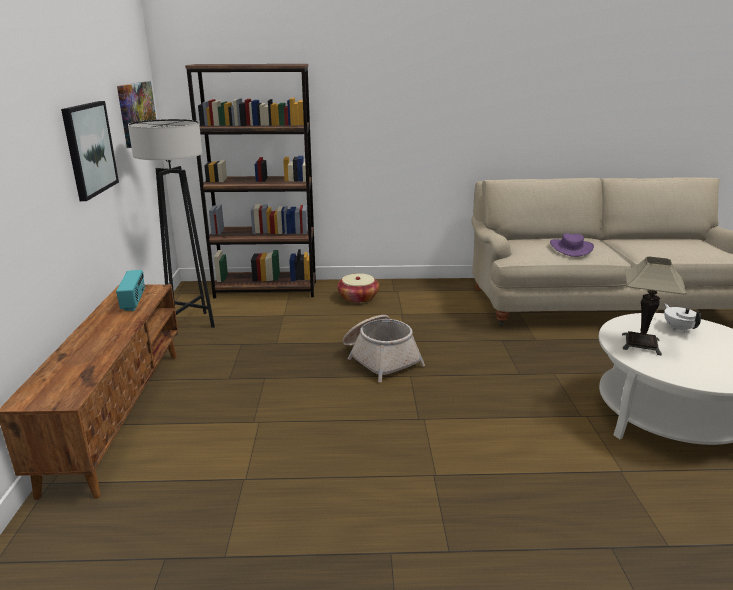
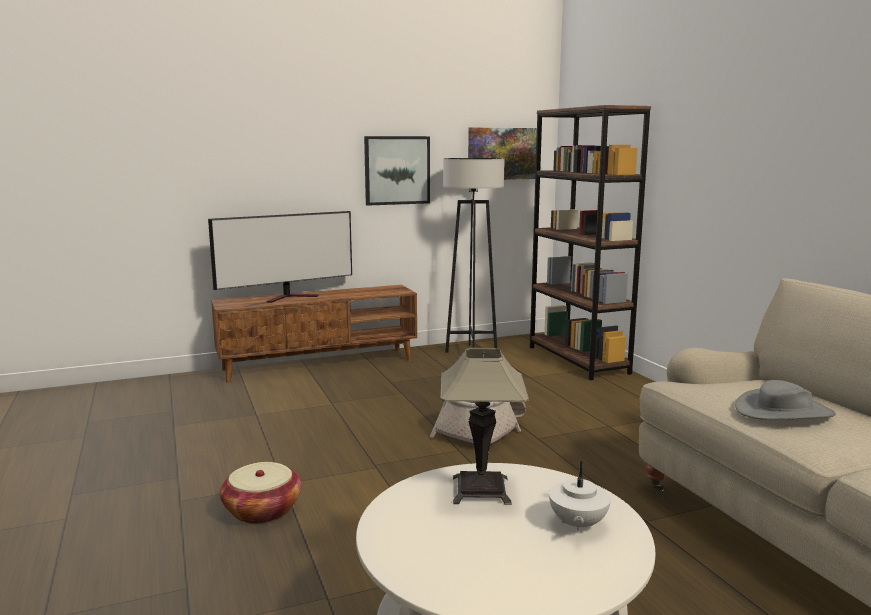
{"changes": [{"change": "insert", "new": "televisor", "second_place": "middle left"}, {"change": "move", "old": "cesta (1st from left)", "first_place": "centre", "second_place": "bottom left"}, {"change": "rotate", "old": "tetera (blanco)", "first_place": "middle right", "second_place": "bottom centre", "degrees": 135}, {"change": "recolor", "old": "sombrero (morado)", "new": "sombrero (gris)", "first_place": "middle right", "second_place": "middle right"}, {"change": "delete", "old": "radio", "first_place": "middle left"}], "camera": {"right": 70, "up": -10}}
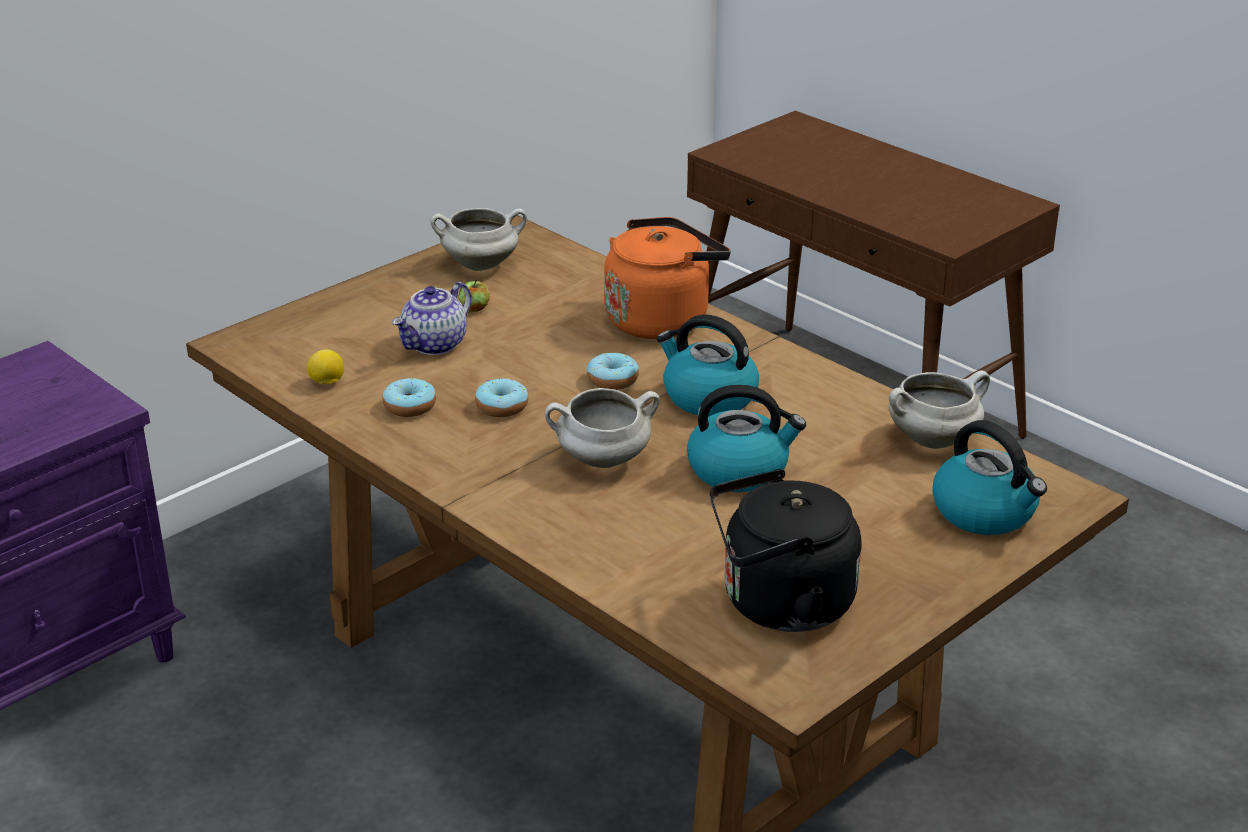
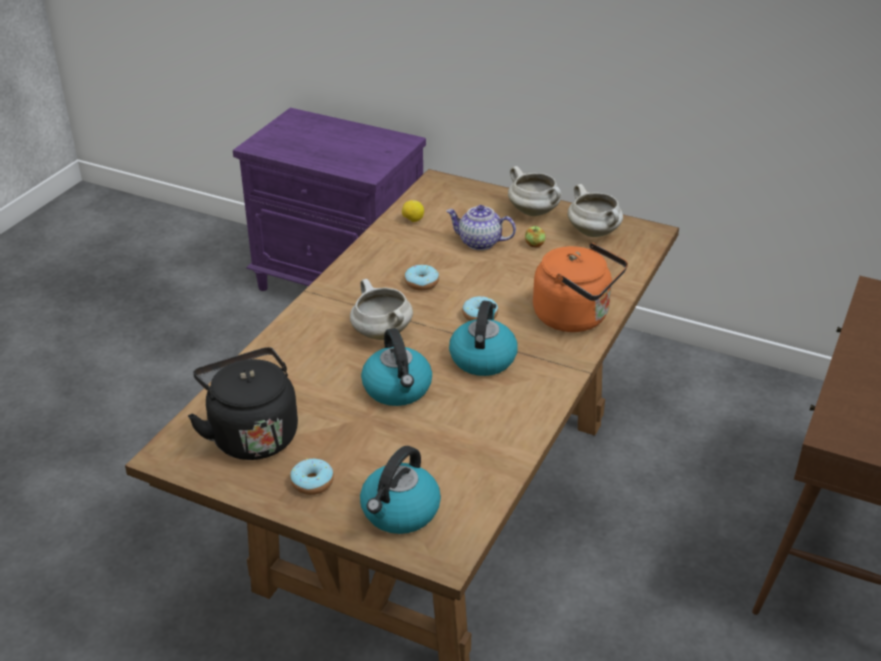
{"changes": [{"change": "move", "old": "rosquilla (1st from left)", "first_place": "middle left", "second_place": "bottom centre"}, {"change": "move", "old": "olla (blanco) (3rd from left in the first image)", "new": "olla (blanco) (2nd from left)", "first_place": "middle right", "second_place": "top centre"}], "camera": {"right": 70, "up": 5}}
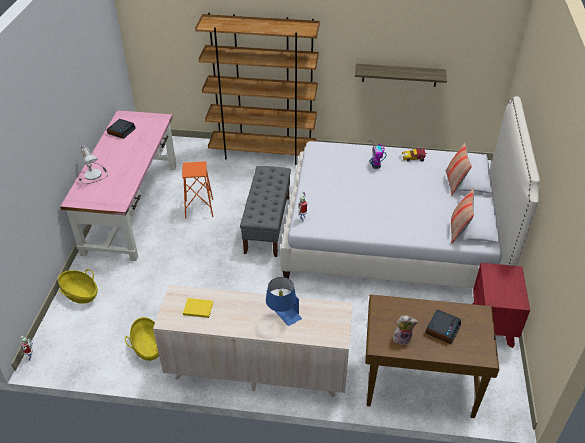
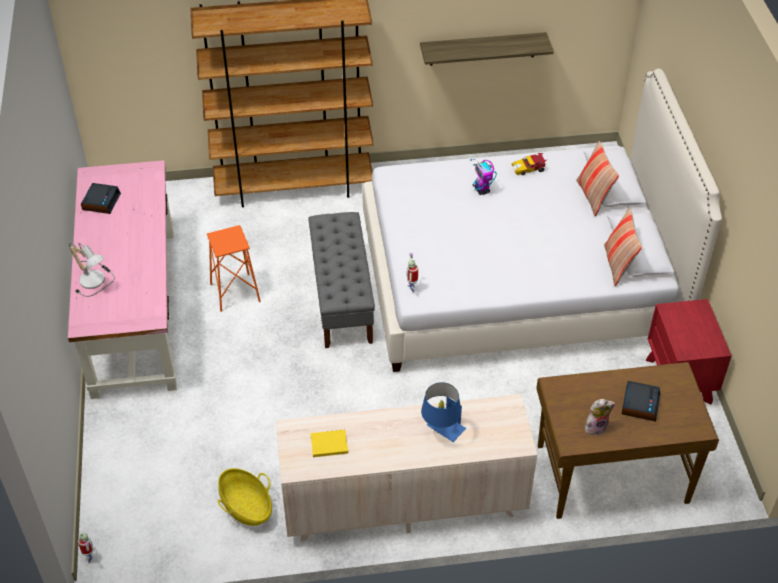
{"changes": [{"change": "delete", "old": "cesta (1st from left)", "first_place": "middle left"}], "camera": {"right": -15, "up": 5}}
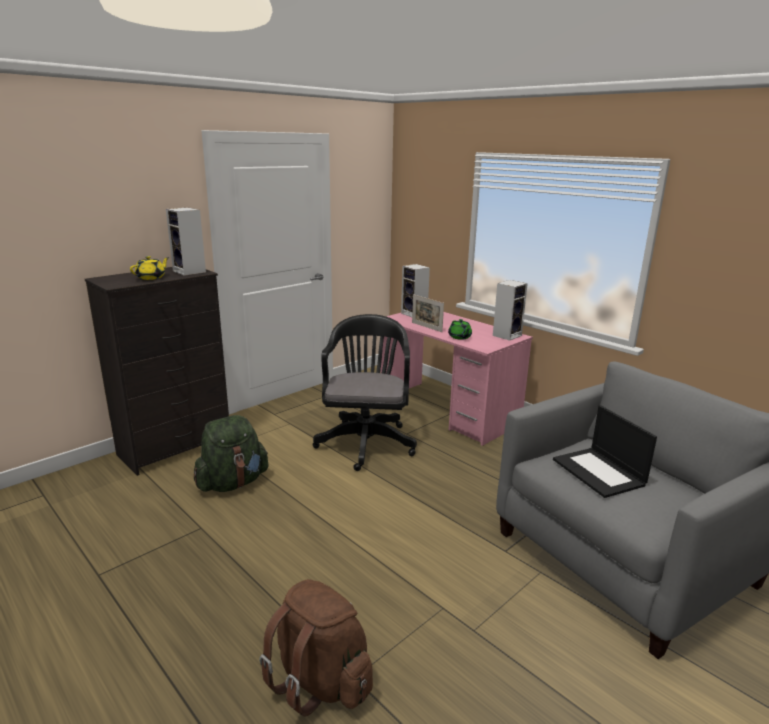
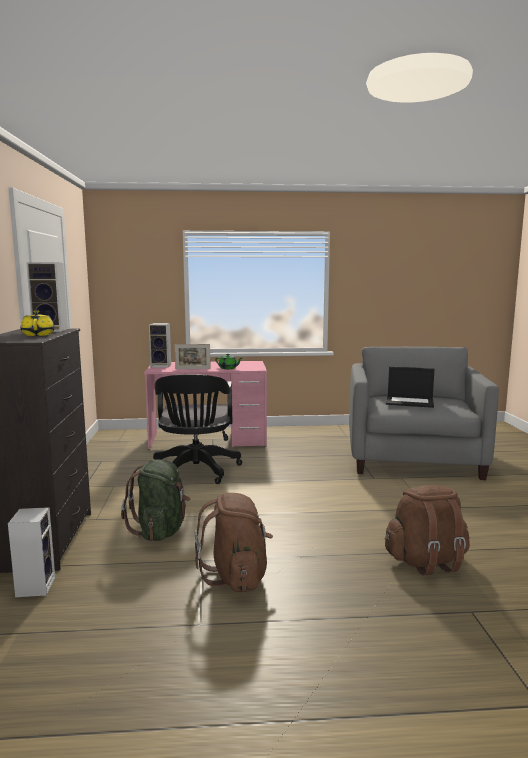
{"changes": [{"change": "move", "old": "altavoz (3rd from left in the first image)", "new": "altavoz (1st from left)", "first_place": "centre", "second_place": "bottom left"}, {"change": "rotate", "old": "silla de oficina (negro)", "first_place": "centre", "second_place": "centre", "degrees": -135}, {"change": "insert", "new": "mochila (marrón) (1st from left)", "second_place": "bottom centre"}], "camera": {"right": -50, "up": -10}}
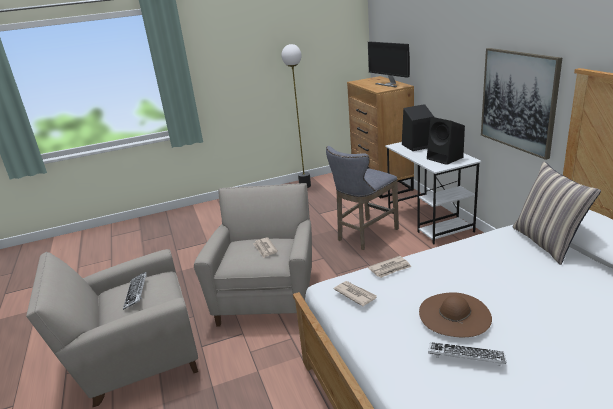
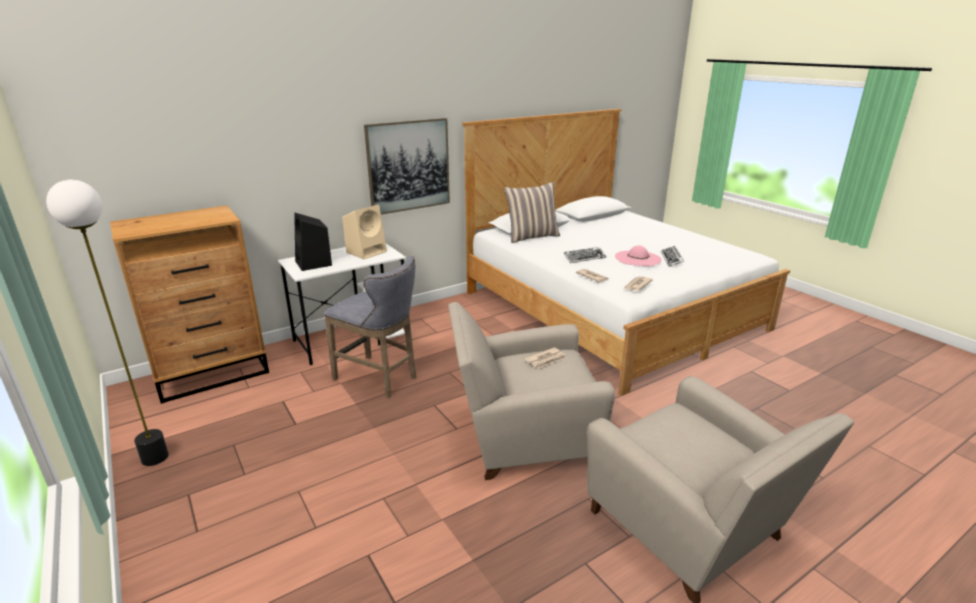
{"changes": [{"change": "recolor", "old": "altavoz (negro) (2nd from left)", "new": "altavoz (beis)", "first_place": "middle right", "second_place": "centre"}, {"change": "move", "old": "teclado (1st from left)", "first_place": "bottom left", "second_place": "centre"}, {"change": "recolor", "old": "sombrero (marrón)", "new": "sombrero (rosa)", "first_place": "bottom right", "second_place": "centre"}, {"change": "delete", "old": "monitor", "first_place": "top centre"}], "camera": {"right": -105, "up": 0}}
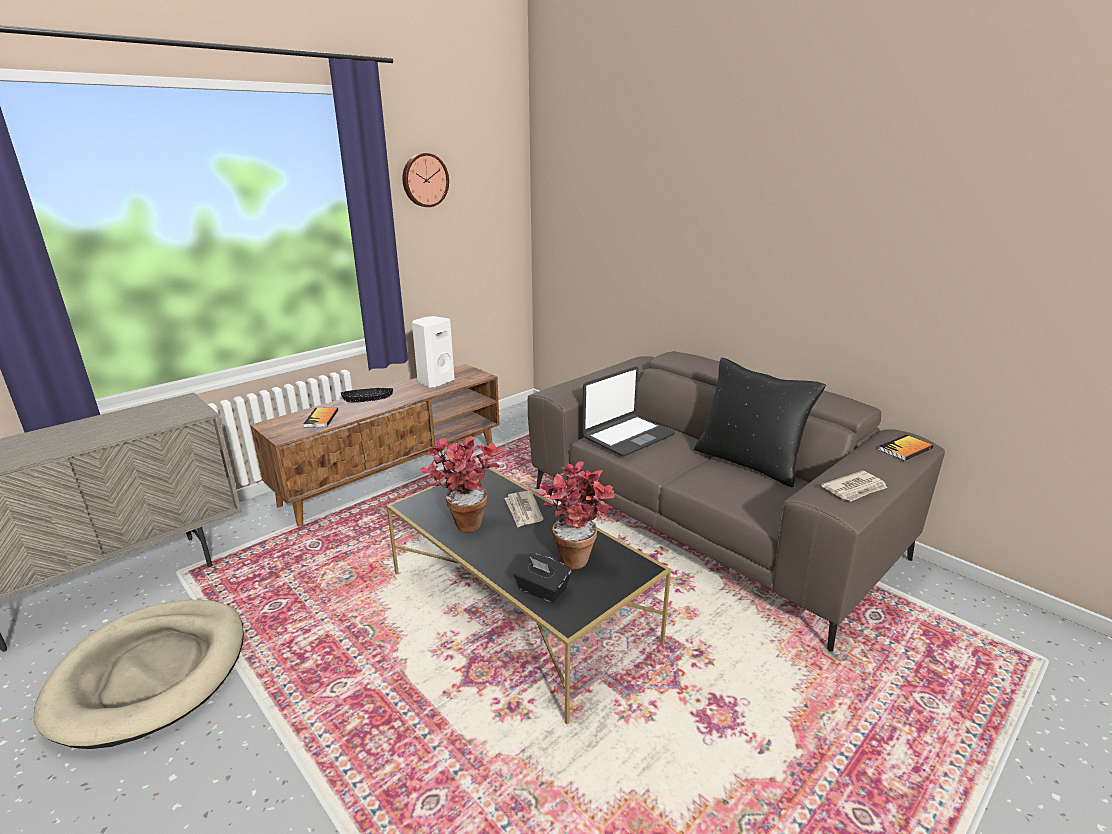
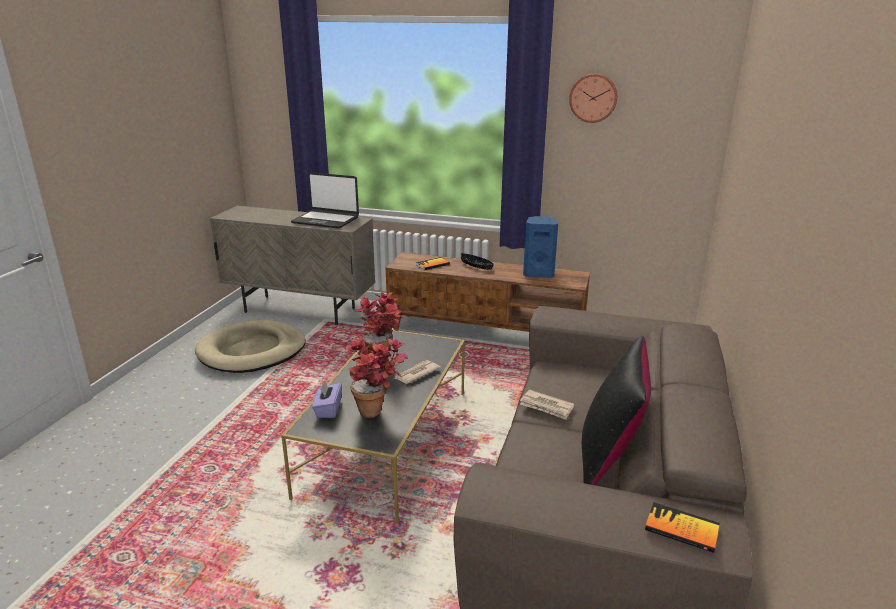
{"changes": [{"change": "move", "old": "portátil", "first_place": "centre", "second_place": "top centre"}, {"change": "recolor", "old": "caja de pañuelos (negro)", "new": "caja de pañuelos (morado)", "first_place": "bottom centre", "second_place": "centre"}, {"change": "move", "old": "periódico (2nd from left)", "first_place": "middle right", "second_place": "centre"}, {"change": "recolor", "old": "altavoz (blanco)", "new": "altavoz (azul)", "first_place": "centre", "second_place": "centre"}], "camera": {"right": 60, "up": 0}}
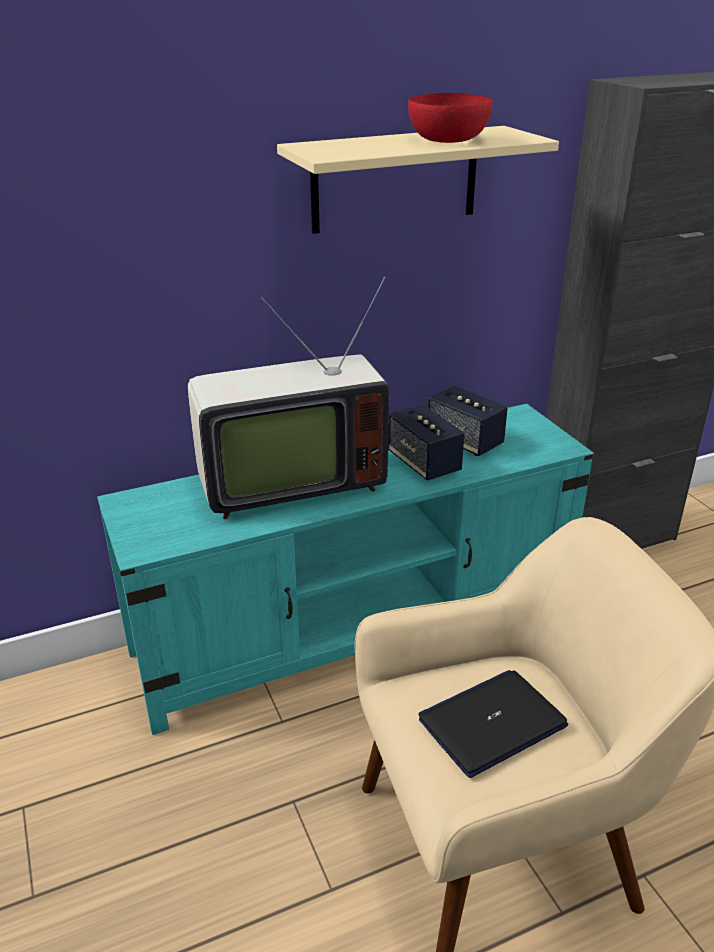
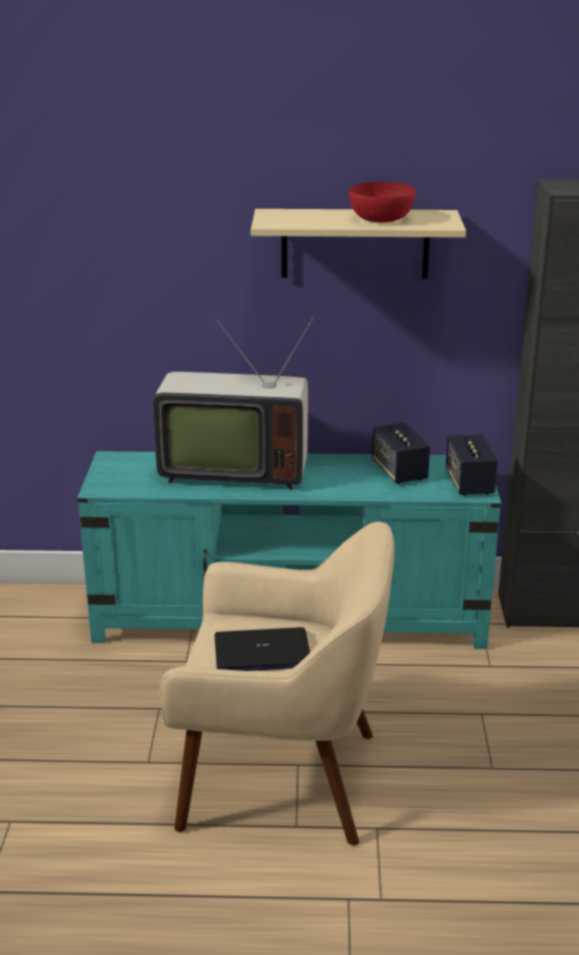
{"changes": [{"change": "move", "old": "altavoz (1st from left in the first image)", "new": "altavoz (2nd from left)", "first_place": "centre", "second_place": "middle right"}], "camera": {"right": 25, "up": -5}}
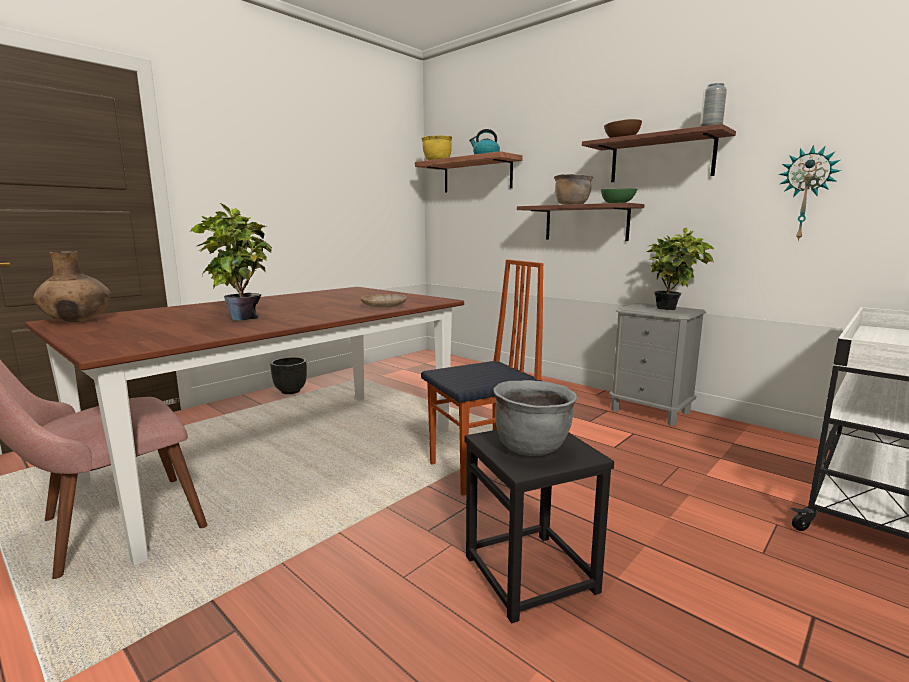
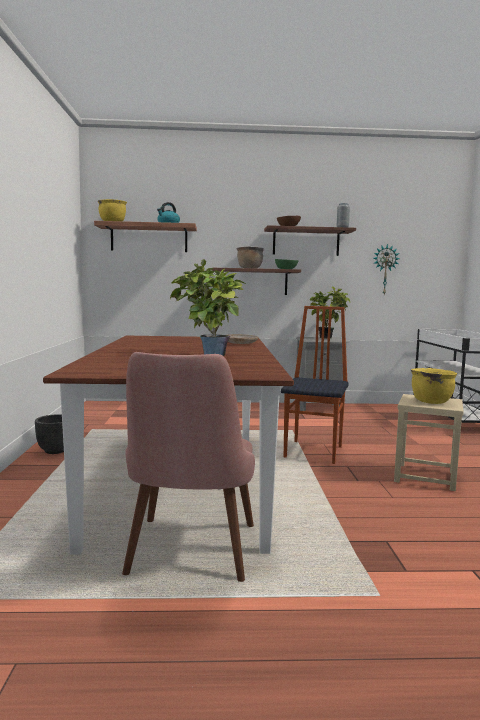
{"changes": [{"change": "recolor", "old": "taburete (negro)", "new": "taburete (beis)", "first_place": "bottom centre", "second_place": "middle right"}, {"change": "recolor", "old": "olla (gris)", "new": "olla (amarillo) (2nd from left)", "first_place": "centre", "second_place": "middle right"}, {"change": "delete", "old": "florero (marrón)", "first_place": "middle left"}], "camera": {"right": -45, "up": -5}}
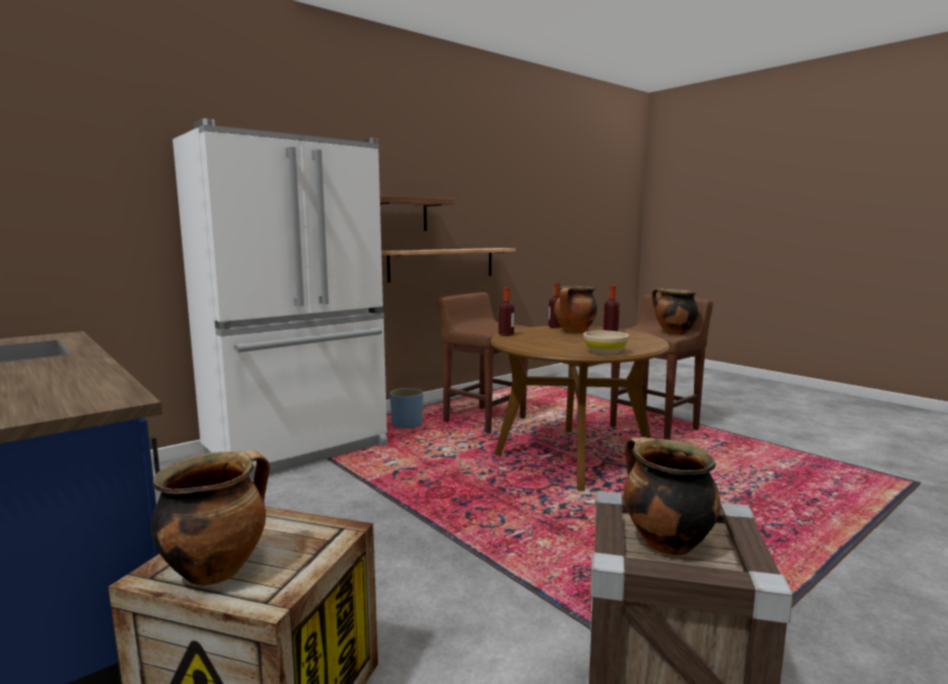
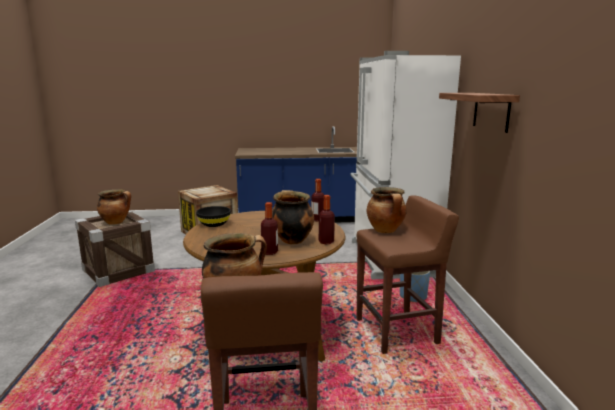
{"changes": [{"change": "recolor", "old": "cuenco (beis)", "new": "cuenco (negro)", "first_place": "centre", "second_place": "centre"}, {"change": "move", "old": "olla (1st from left in the first image)", "new": "olla (4th from left)", "first_place": "bottom left", "second_place": "centre"}, {"change": "delete", "old": "estante (2nd from left)", "first_place": "centre"}], "camera": {"right": 125, "up": 5}}
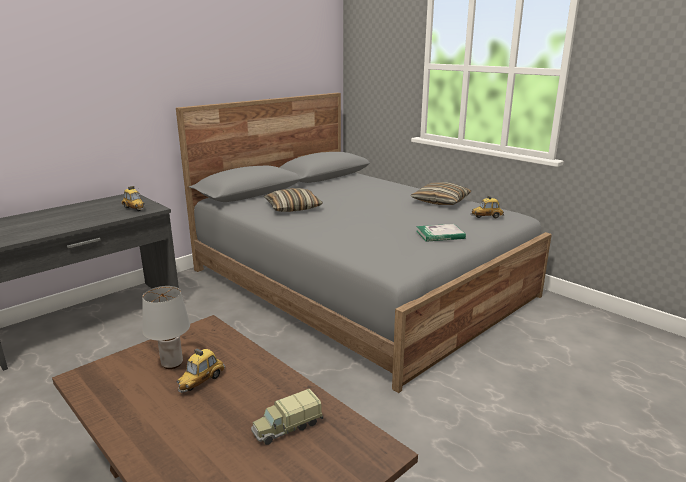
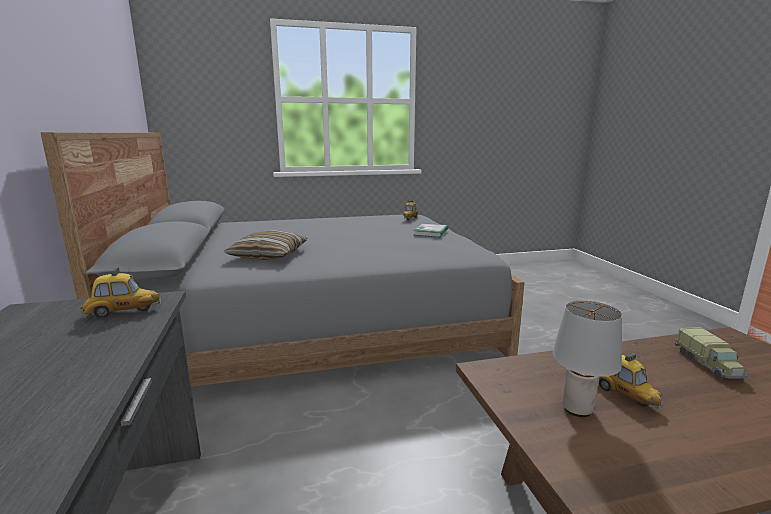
{"changes": [{"change": "delete", "old": "cojín (2nd from left)", "first_place": "centre"}], "camera": {"right": -60, "up": -5}}
